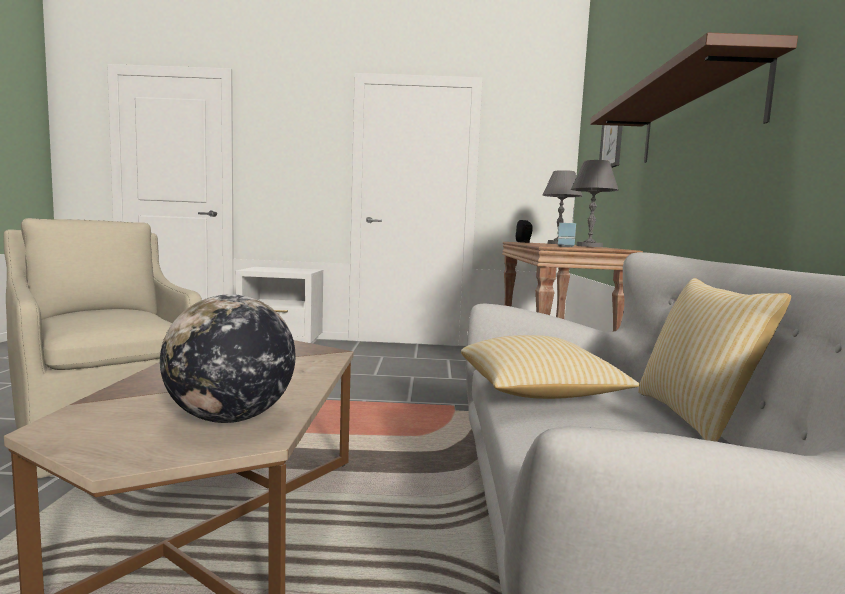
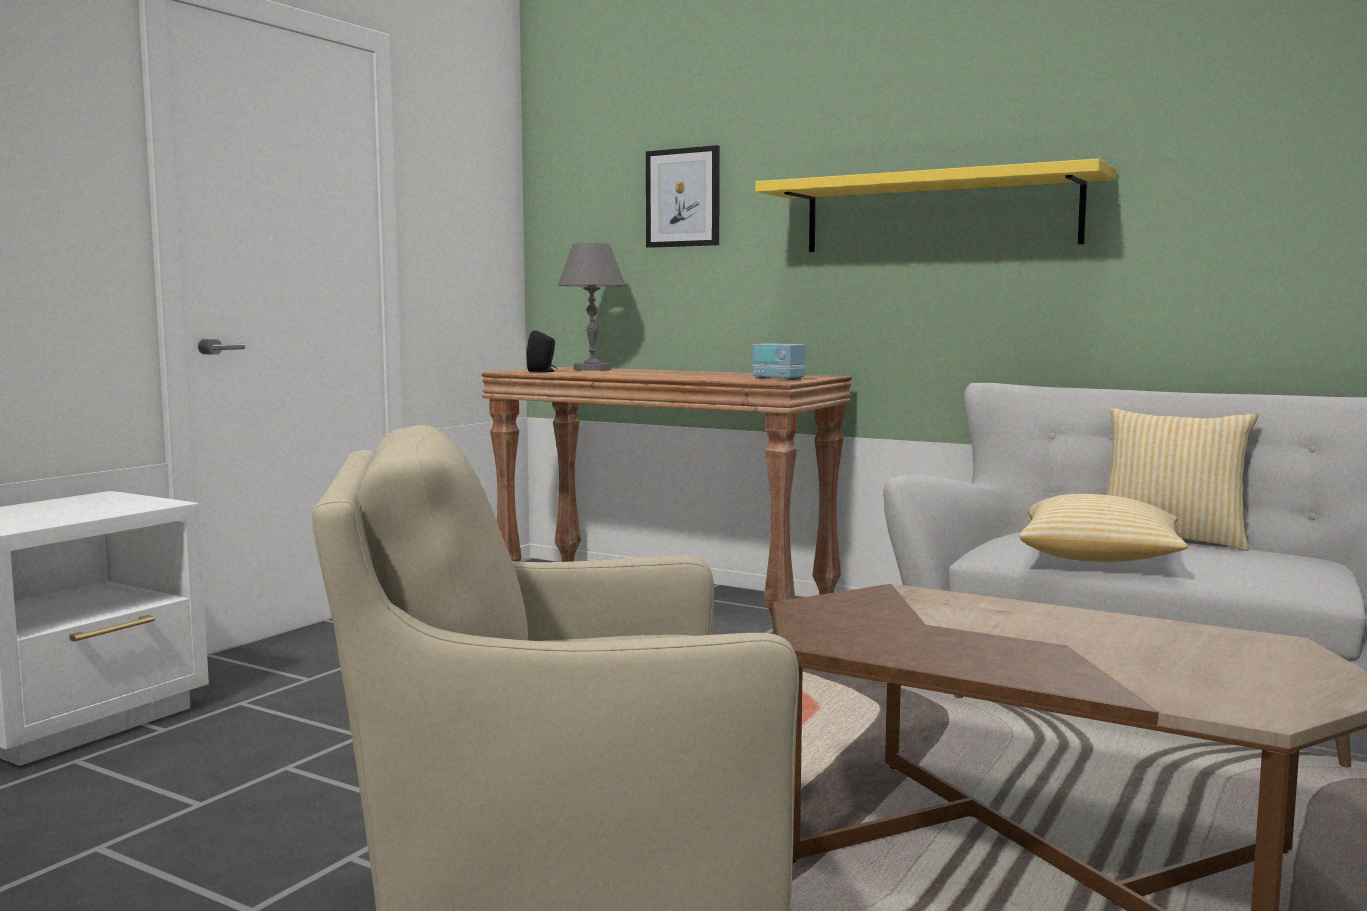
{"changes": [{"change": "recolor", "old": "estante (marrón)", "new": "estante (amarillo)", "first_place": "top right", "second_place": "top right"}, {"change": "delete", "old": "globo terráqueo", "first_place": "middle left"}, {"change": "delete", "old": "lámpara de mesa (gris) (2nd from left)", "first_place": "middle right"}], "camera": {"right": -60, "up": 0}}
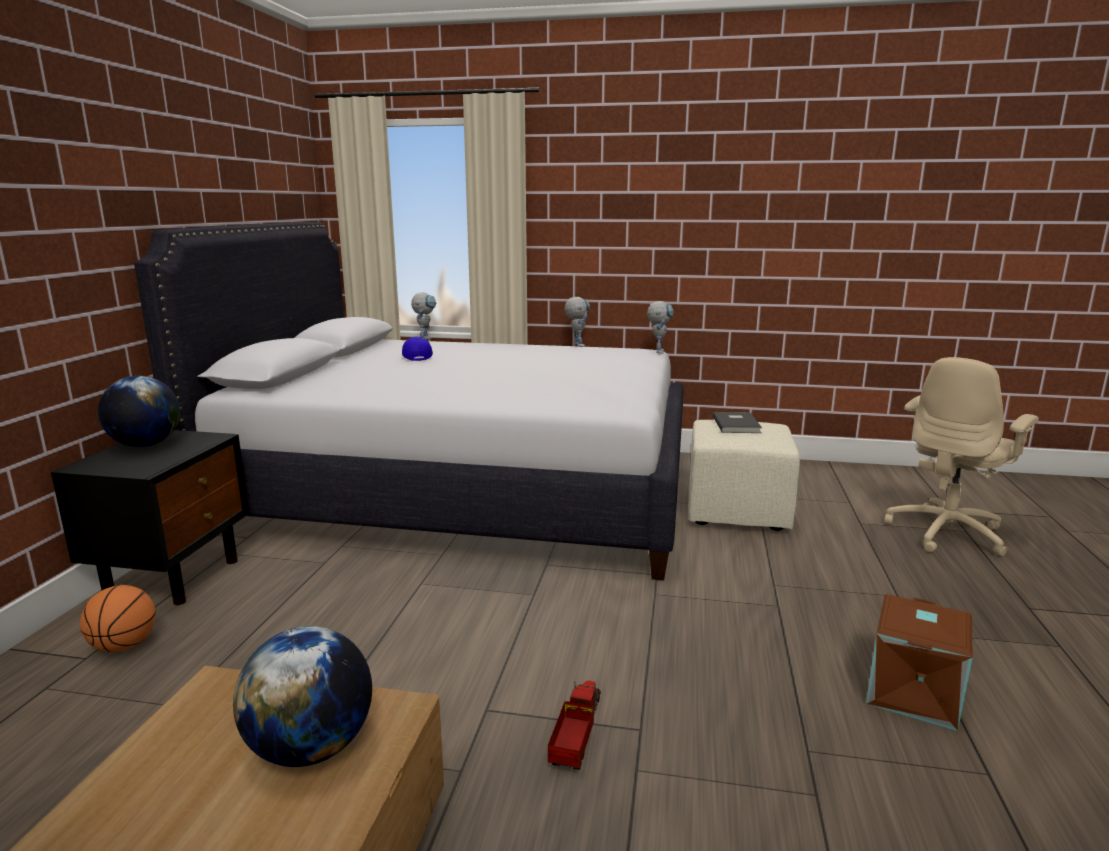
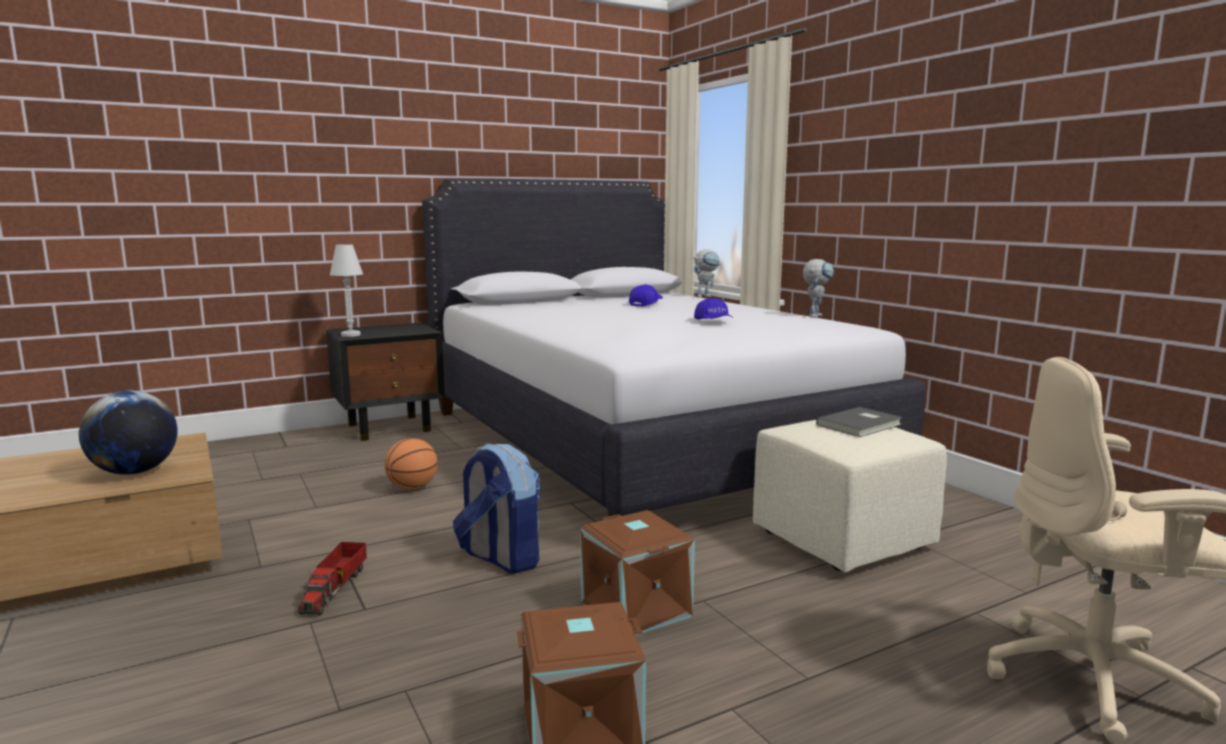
{"changes": [{"change": "rotate", "old": "camión de juguete", "first_place": "bottom centre", "second_place": "bottom left", "degrees": 120}, {"change": "insert", "new": "lámpara de mesa (blanco)", "second_place": "middle left"}, {"change": "move", "old": "balón de baloncesto", "first_place": "bottom left", "second_place": "centre"}, {"change": "insert", "new": "mochila", "second_place": "bottom centre"}, {"change": "insert", "new": "caja de almacenaje (marrón) (2nd from left)", "second_place": "bottom centre"}, {"change": "insert", "new": "gorra (azul) (2nd from left)", "second_place": "centre"}, {"change": "delete", "old": "globo terráqueo (1st from left)", "first_place": "middle left"}, {"change": "delete", "old": "robot de juguete (3rd from left)", "first_place": "centre"}], "camera": {"right": 50, "up": -5}}
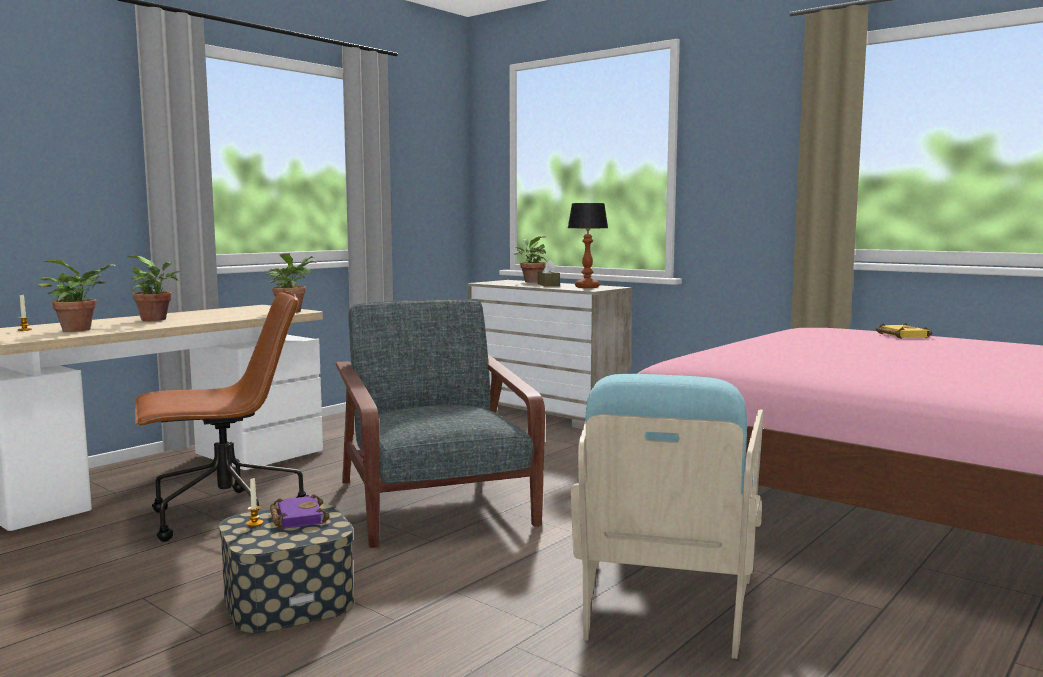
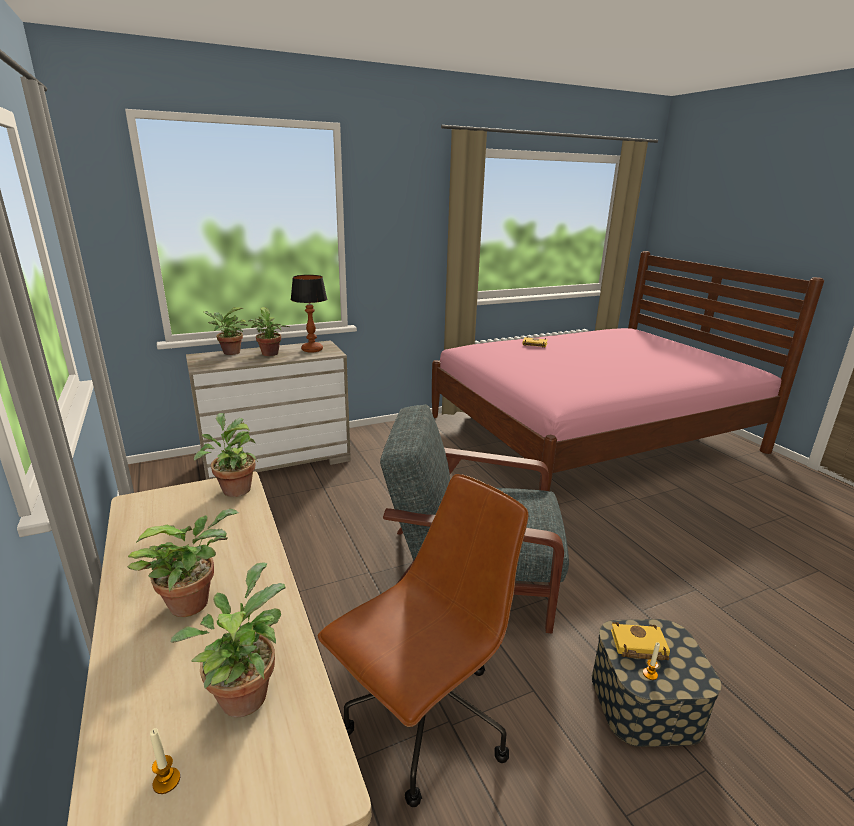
{"changes": [{"change": "replace", "old": "caja de pañuelos (marrón)", "new": "planta en maceta (5th from left)", "first_place": "centre", "second_place": "middle left"}, {"change": "rotate", "old": "silla de oficina (marrón)", "first_place": "middle left", "second_place": "bottom centre", "degrees": 45}, {"change": "recolor", "old": "libro (morado)", "new": "libro (amarillo) (2nd from left)", "first_place": "bottom left", "second_place": "bottom right"}, {"change": "delete", "old": "sillón (turquesa)", "first_place": "bottom centre"}], "camera": {"right": -65, "up": 15}}
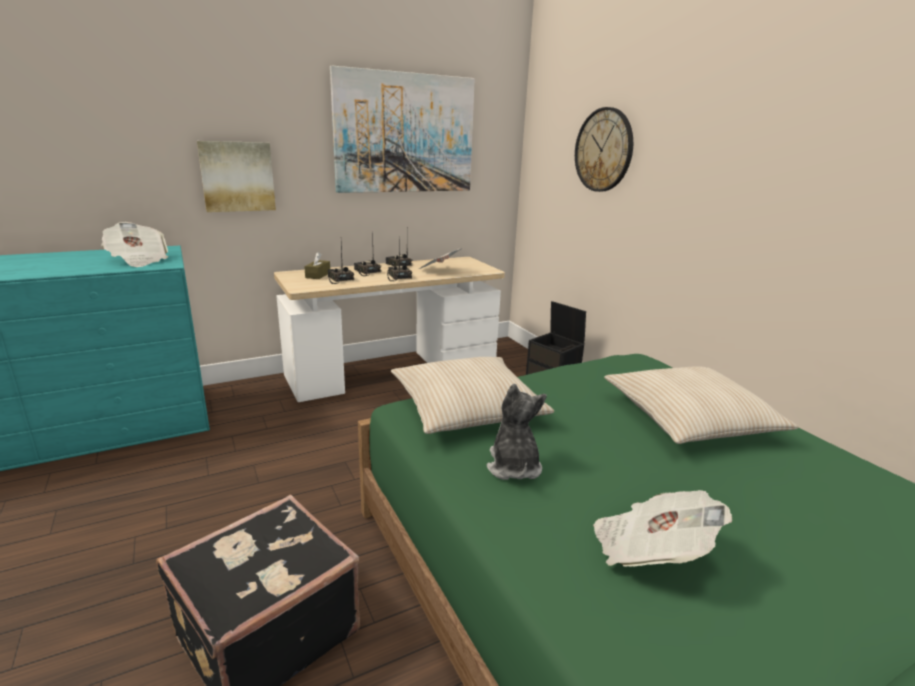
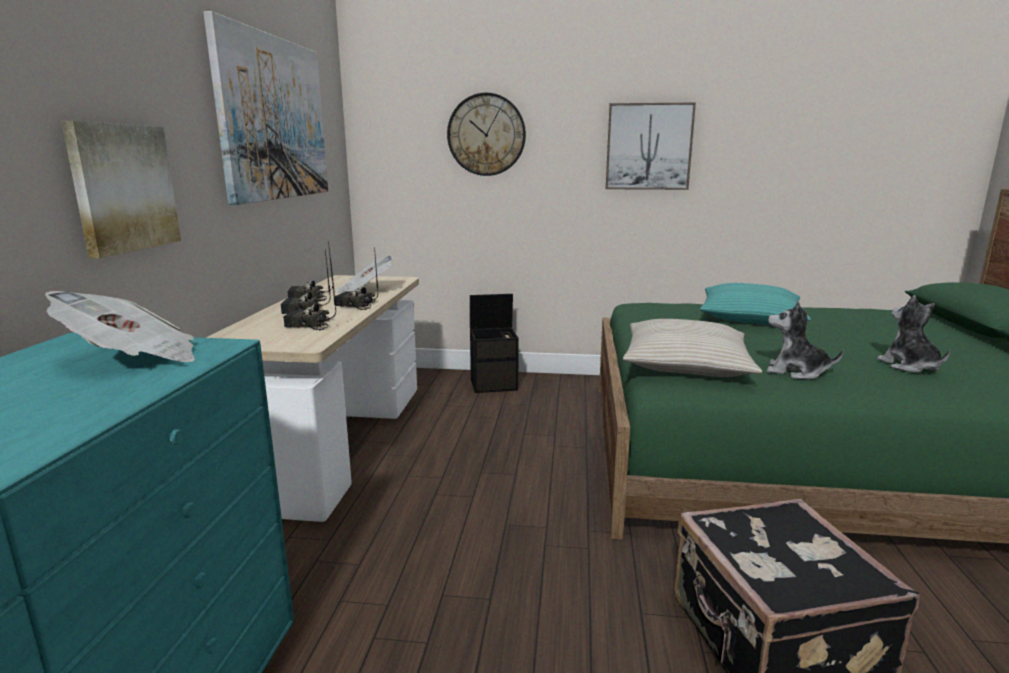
{"changes": [{"change": "insert", "new": "cuadro (3rd from left)", "second_place": "top centre"}, {"change": "recolor", "old": "cojín (beis) (2nd from left)", "new": "cojín (turquesa)", "first_place": "middle right", "second_place": "middle right"}, {"change": "replace", "old": "periódico (3rd from left)", "new": "peluche (2nd from left)", "first_place": "bottom right", "second_place": "middle right"}, {"change": "delete", "old": "caja de pañuelos (marrón)", "first_place": "centre"}], "camera": {"right": -55, "up": -5}}
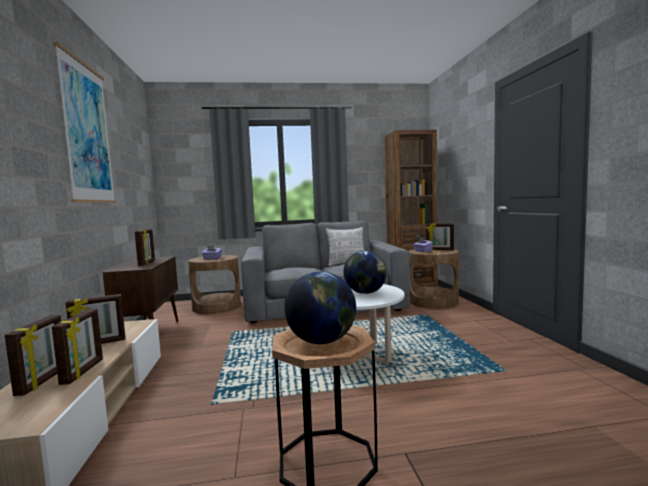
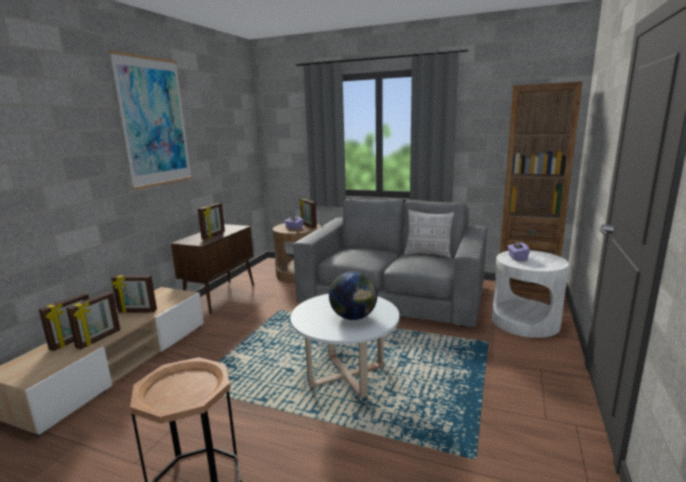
{"changes": [{"change": "move", "old": "portarretratos (5th from left)", "first_place": "middle right", "second_place": "centre"}, {"change": "recolor", "old": "mesa auxiliar (marrón) (3rd from left)", "new": "mesa auxiliar (blanco)", "first_place": "middle right", "second_place": "middle right"}, {"change": "delete", "old": "globo terráqueo (1st from left)", "first_place": "centre"}], "camera": {"right": 30, "up": 10}}
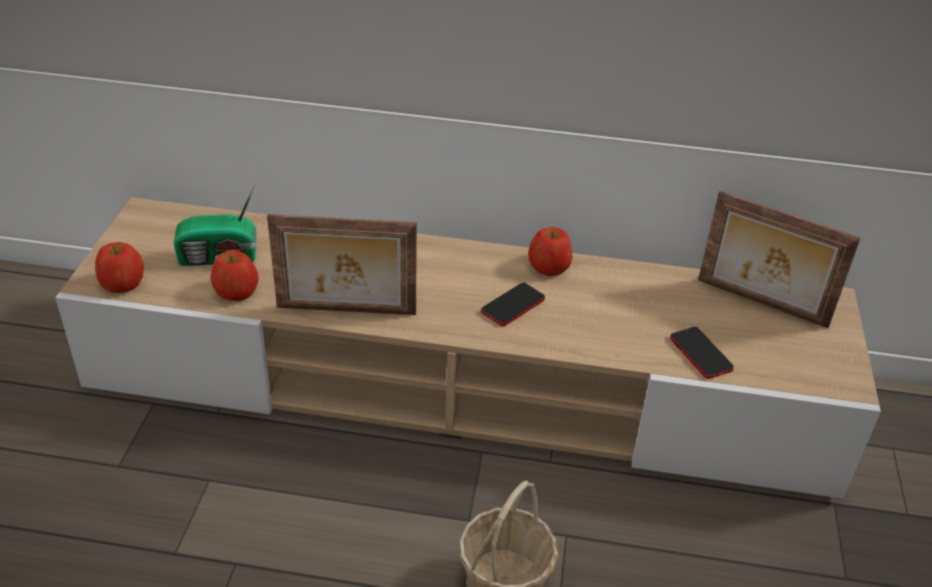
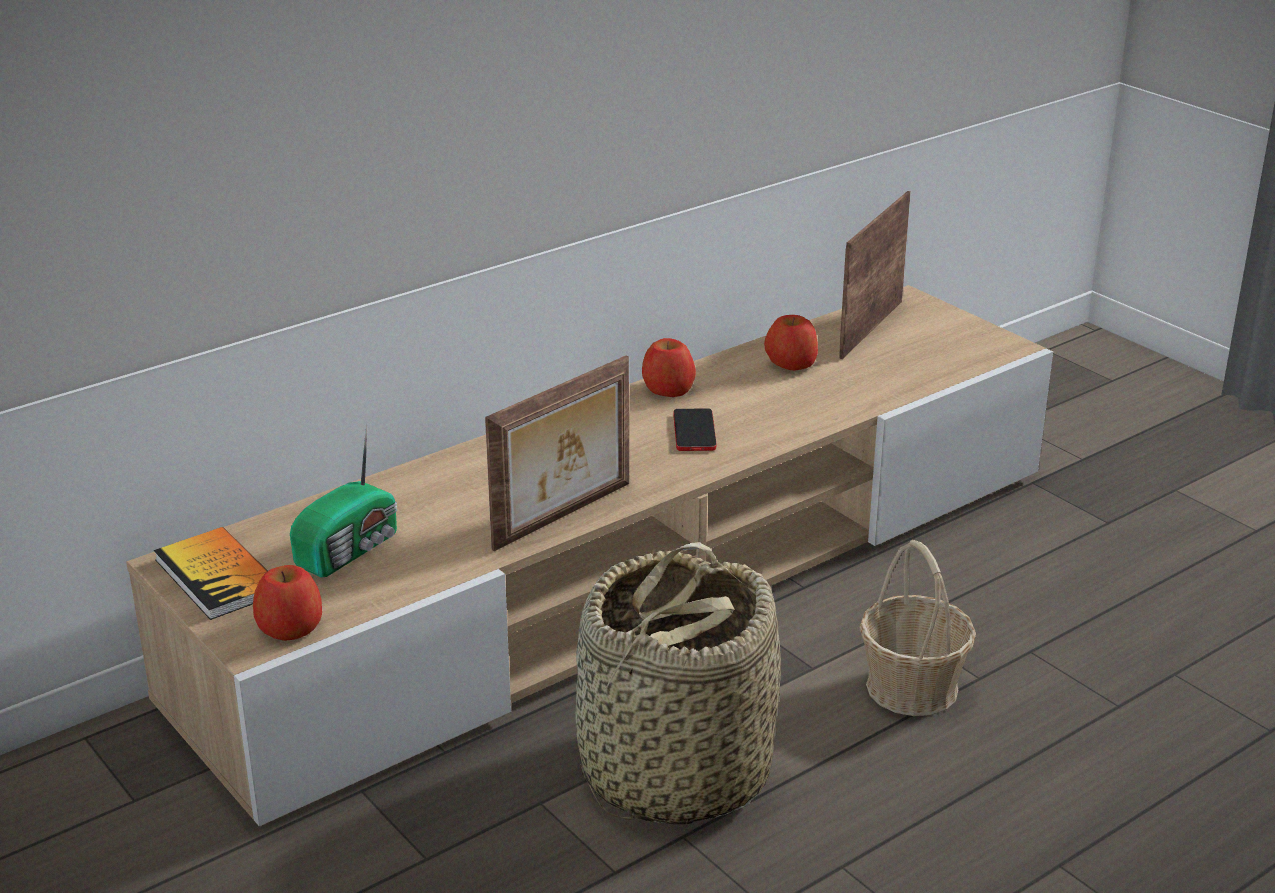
{"changes": [{"change": "insert", "new": "libro", "second_place": "middle left"}, {"change": "insert", "new": "cesta (1st from left)", "second_place": "bottom centre"}, {"change": "move", "old": "manzana (2nd from left in the first image)", "new": "manzana (3rd from left)", "first_place": "middle left", "second_place": "centre"}, {"change": "rotate", "old": "portarretratos (2nd from left)", "first_place": "middle right", "second_place": "top right", "degrees": 135}, {"change": "delete", "old": "móvil (2nd from left)", "first_place": "middle right"}], "camera": {"right": -45, "up": -10}}
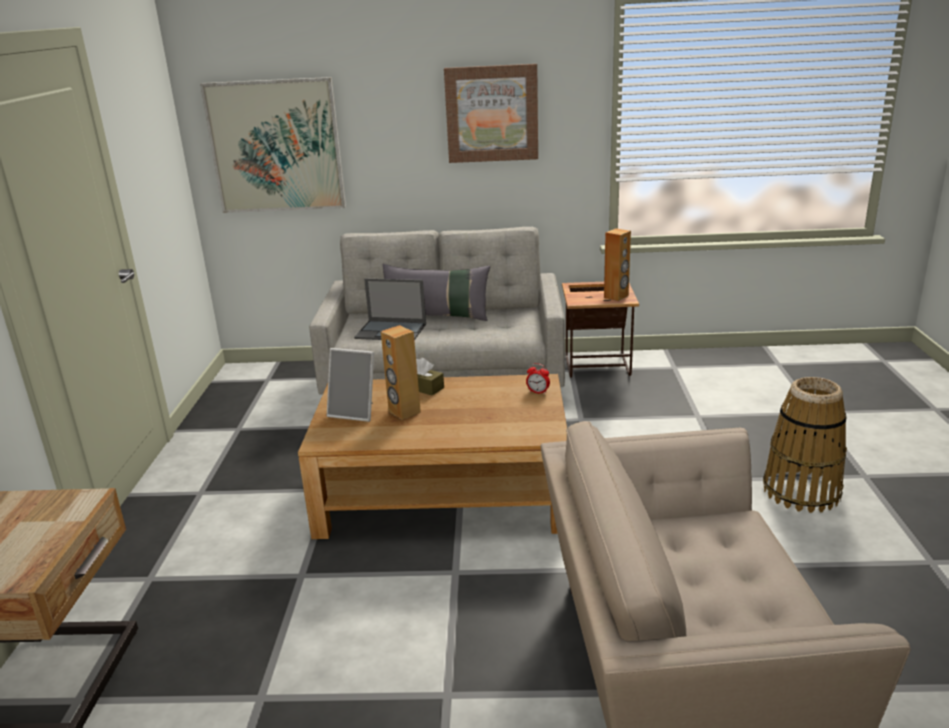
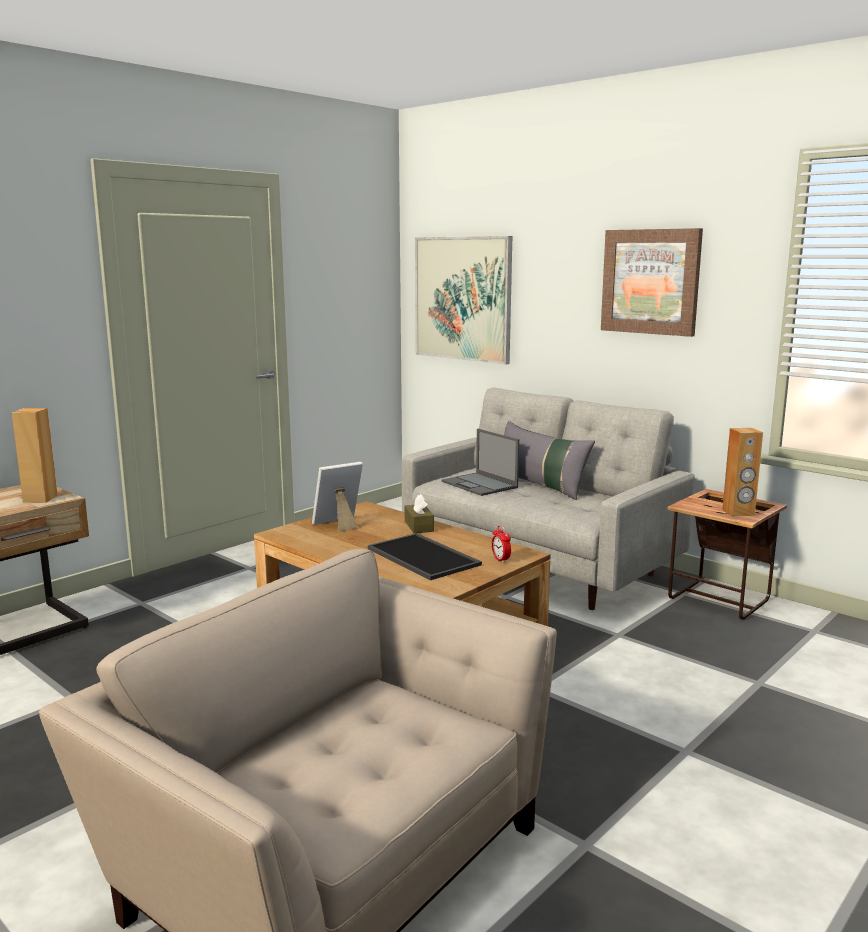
{"changes": [{"change": "move", "old": "altavoz (marrón) (1st from left)", "first_place": "centre", "second_place": "middle left"}, {"change": "rotate", "old": "portarretratos", "first_place": "centre", "second_place": "centre", "degrees": 90}, {"change": "insert", "new": "bandeja", "second_place": "centre"}, {"change": "delete", "old": "cesta", "first_place": "middle right"}], "camera": {"right": 40, "up": -10}}
